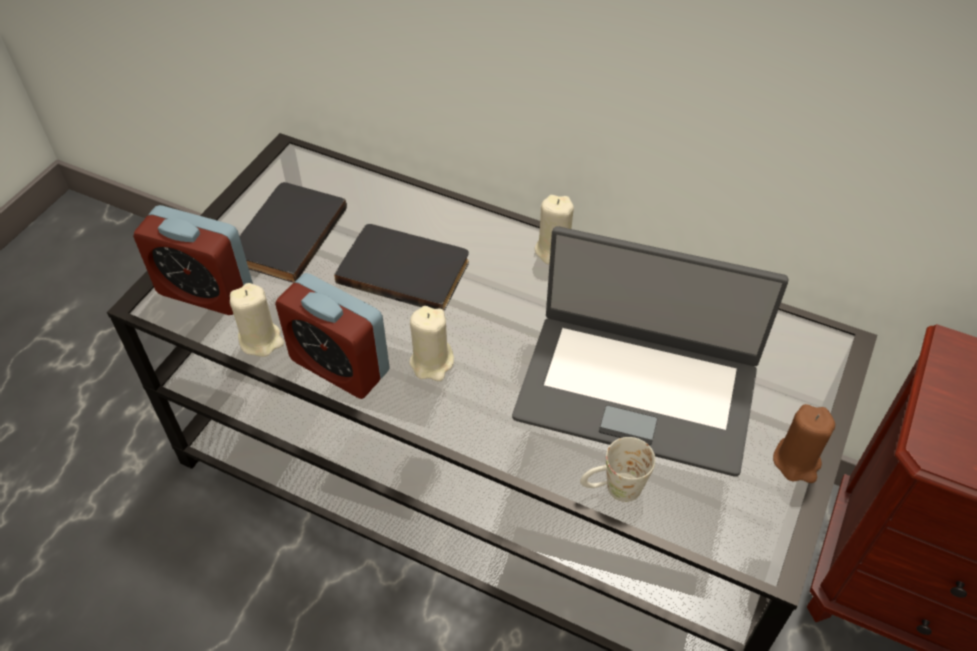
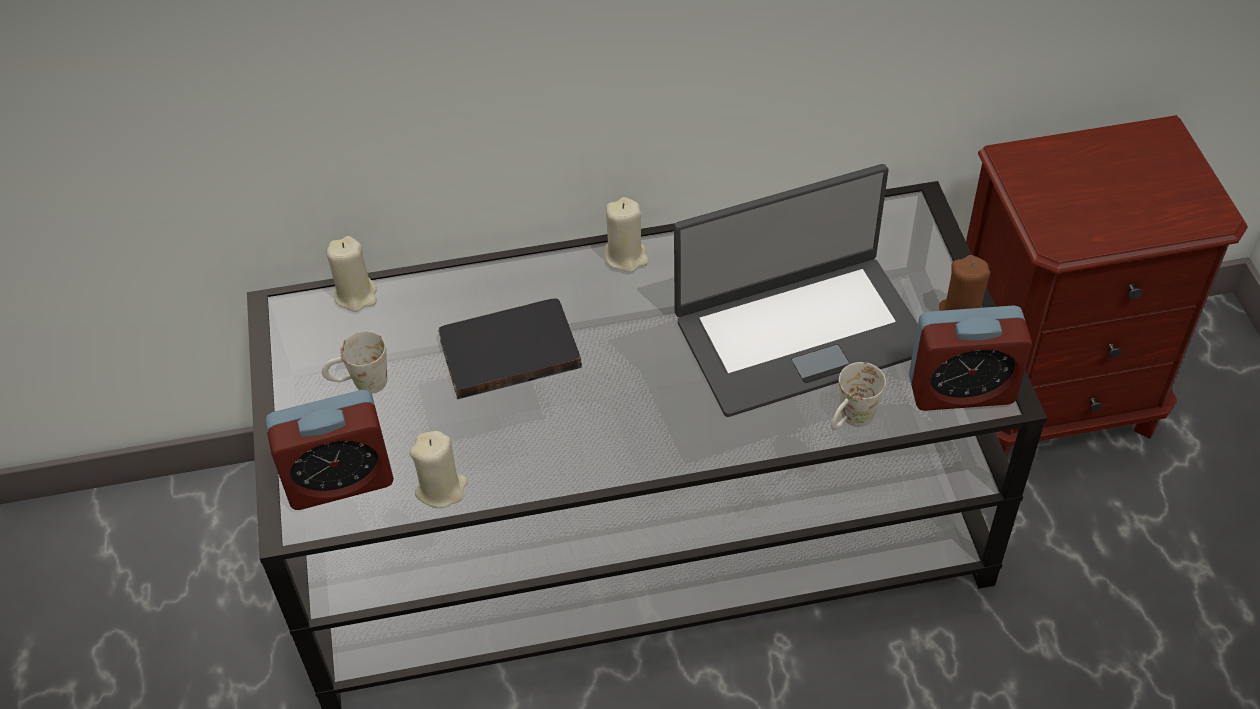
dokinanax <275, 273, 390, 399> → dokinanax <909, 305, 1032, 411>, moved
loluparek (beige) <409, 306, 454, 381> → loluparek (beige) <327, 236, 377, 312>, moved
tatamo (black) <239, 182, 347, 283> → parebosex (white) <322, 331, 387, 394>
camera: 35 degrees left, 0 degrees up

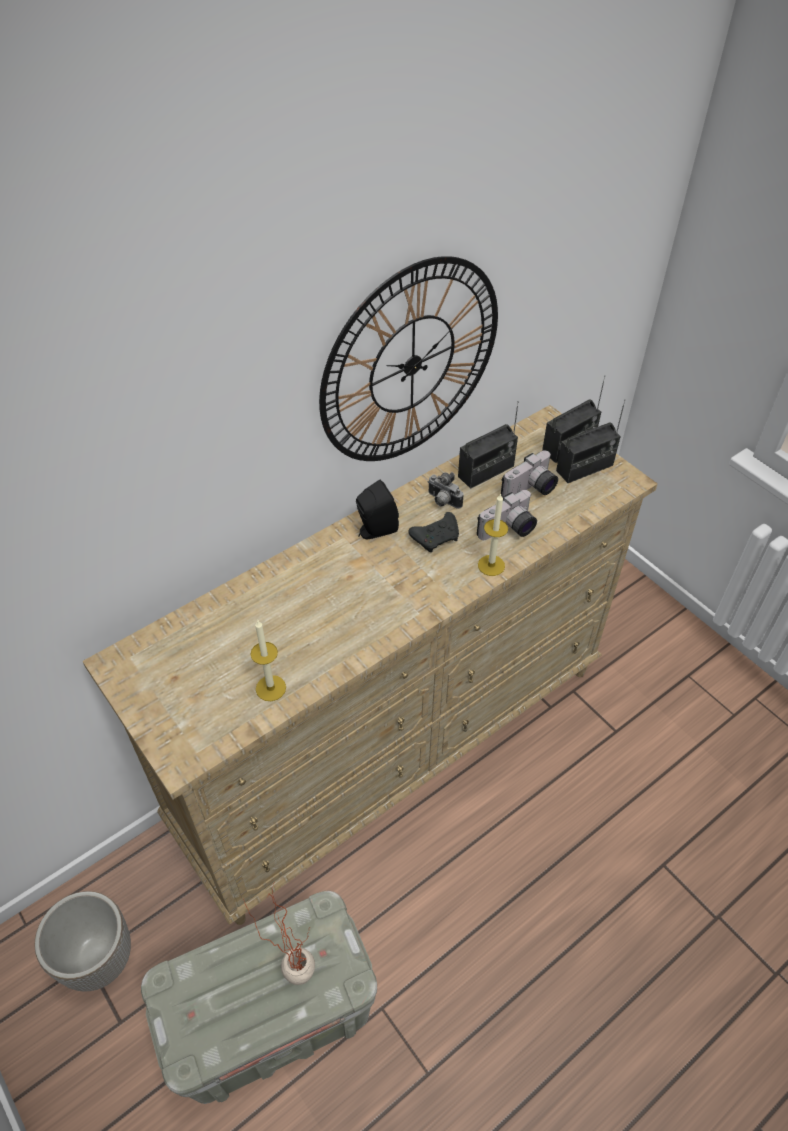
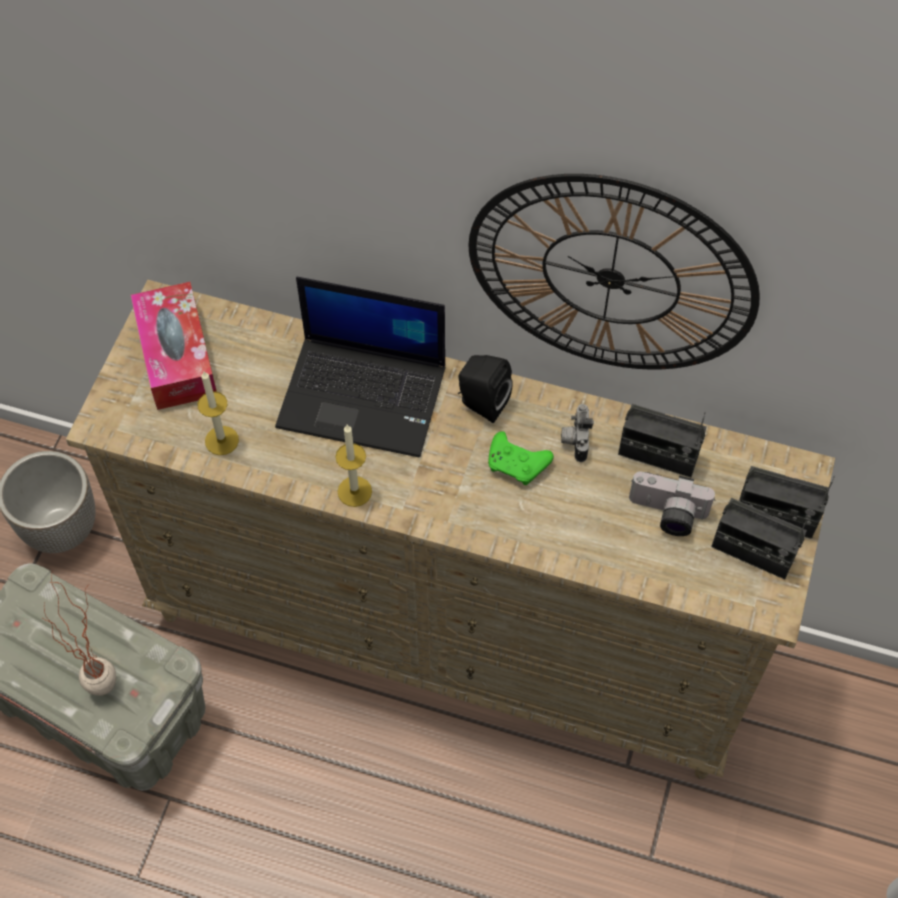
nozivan <477, 490, 537, 540> → -
- → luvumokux <131, 282, 217, 410>
- → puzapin <275, 277, 445, 457>
loluparek <478, 493, 508, 576> → loluparek <335, 425, 372, 507>, moved
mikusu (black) <408, 512, 459, 552> → mikusu (green) <488, 431, 554, 485>
camera: 55 degrees right, 10 degrees up

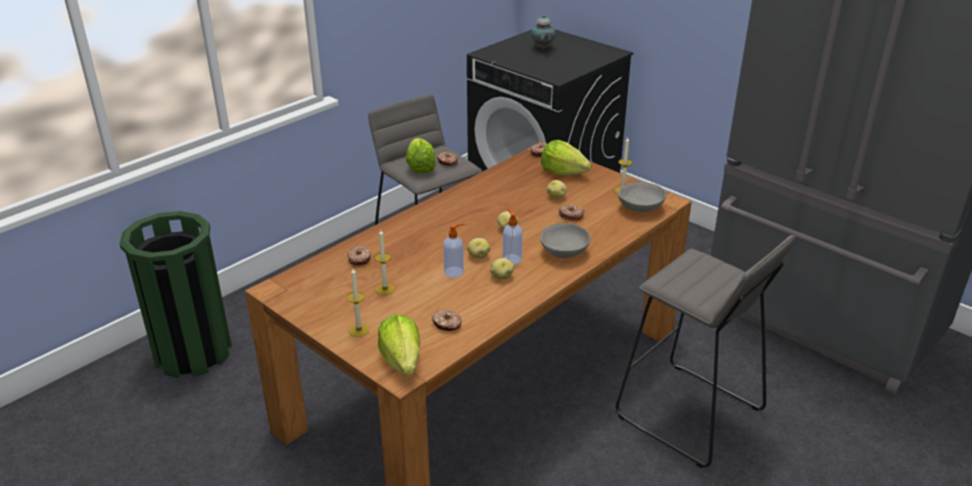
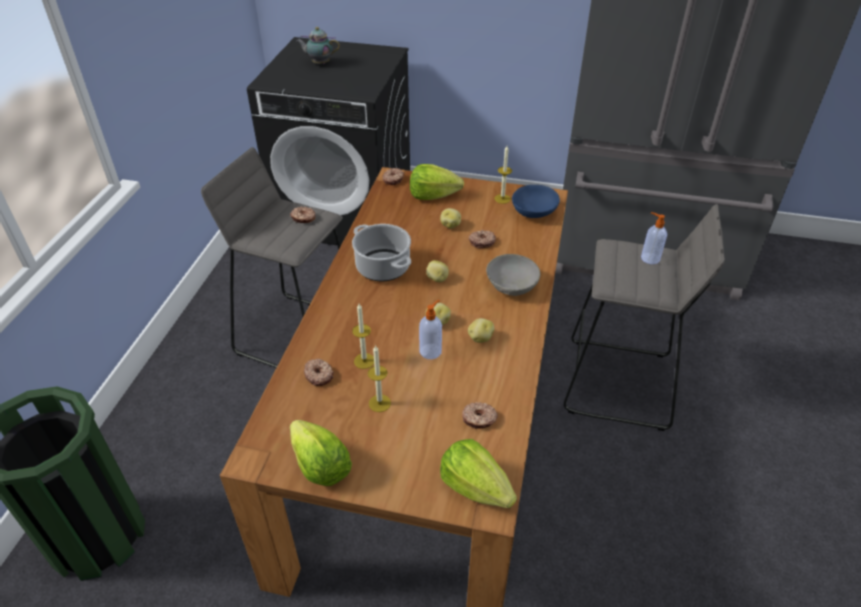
- → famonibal <352, 224, 411, 281>
loluparek <347, 268, 369, 337> → loluparek <352, 304, 374, 369>, moved
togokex <406, 138, 436, 174> → togokex <290, 420, 352, 486>, moved
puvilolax <503, 209, 523, 265> → puvilolax <641, 212, 667, 264>, moved
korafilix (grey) <618, 182, 666, 212> → korafilix (blue) <512, 185, 560, 218>
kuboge <531, 15, 556, 49> → kuboge <296, 27, 340, 64>, 135 degrees clockwise
camera: 30 degrees left, 10 degrees up

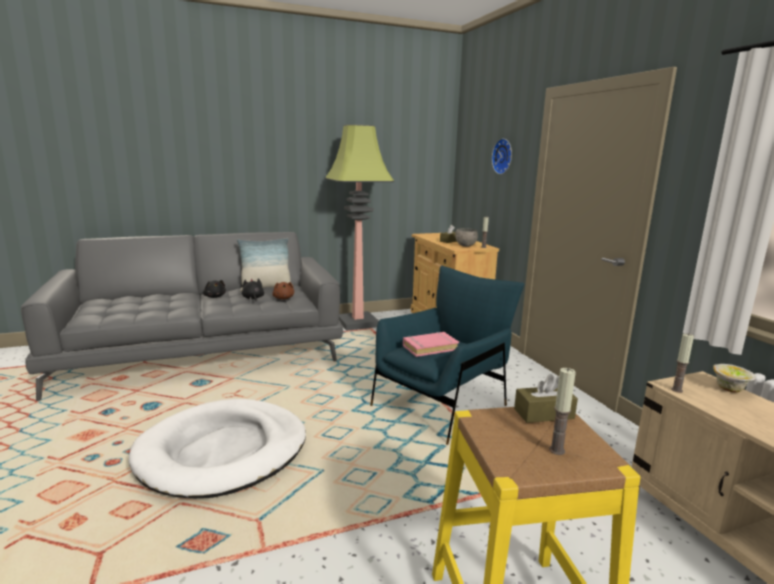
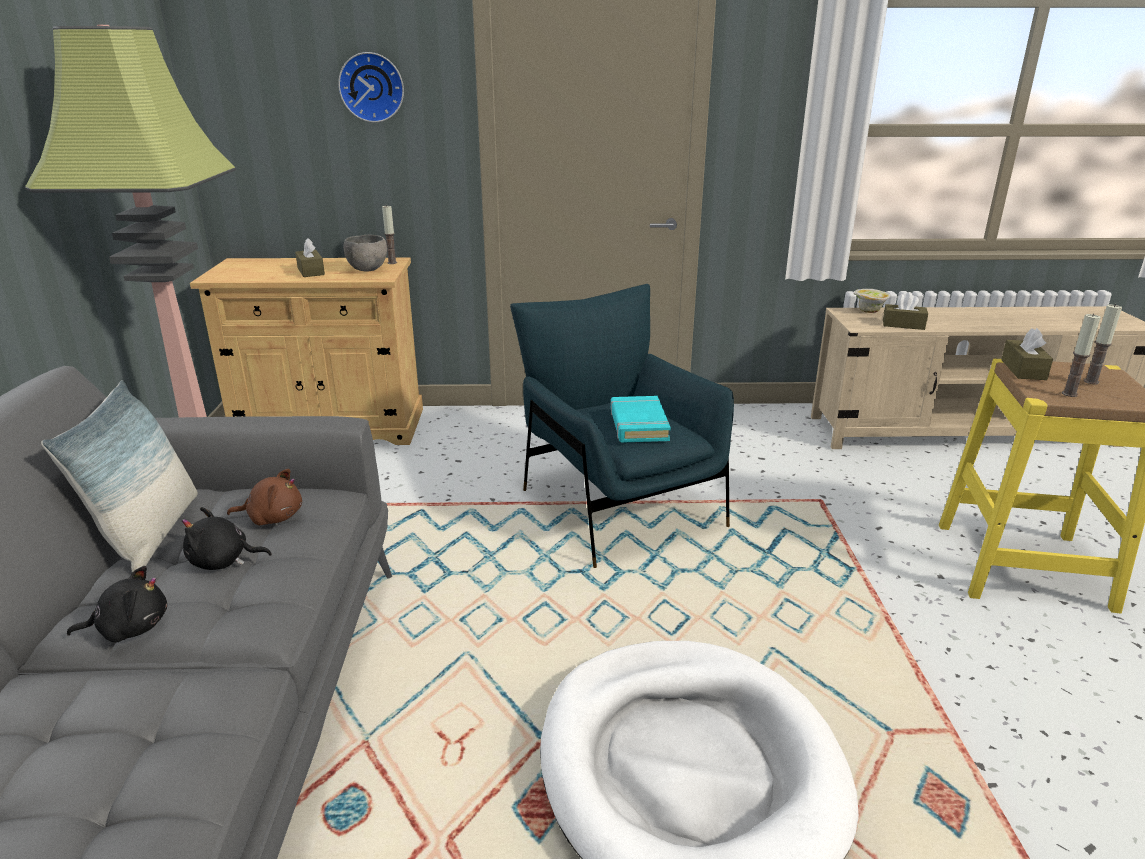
- → luvumokux (brown) <883, 292, 928, 330>
loluparek <671, 334, 694, 393> → loluparek <1062, 313, 1101, 397>, moved
tatamo (pink) <403, 332, 459, 357> → tatamo (turquoise) <611, 396, 671, 443>
camera: 70 degrees left, 10 degrees up

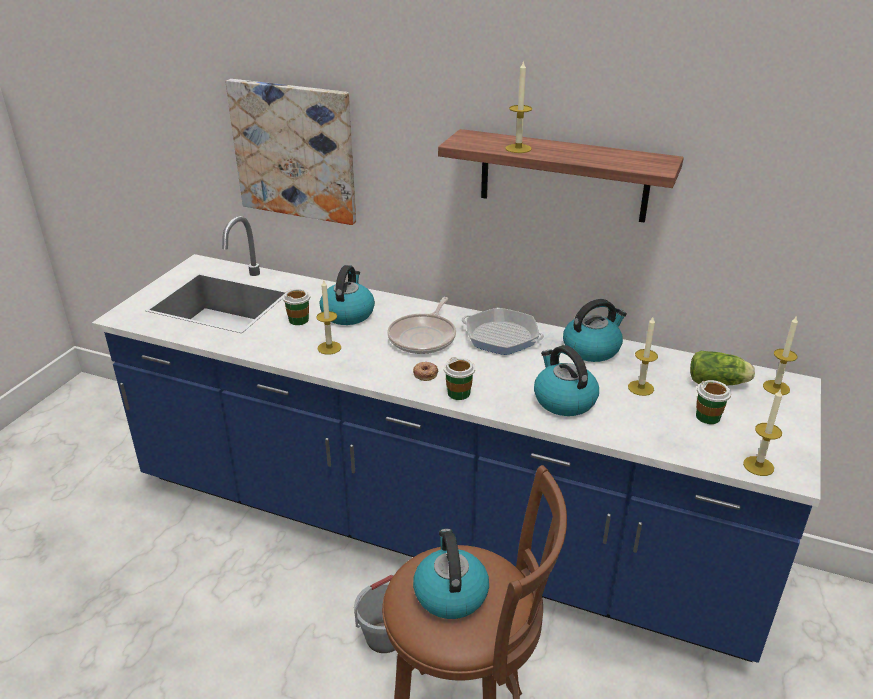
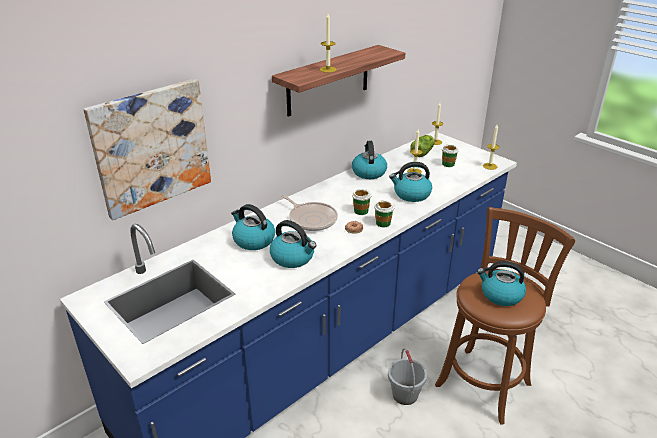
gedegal <462, 307, 544, 355> → -
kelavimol <283, 289, 310, 325> → kelavimol <352, 189, 372, 215>, moved
loluparek <316, 280, 341, 355> → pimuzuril <270, 220, 316, 268>
camera: 65 degrees left, 0 degrees up

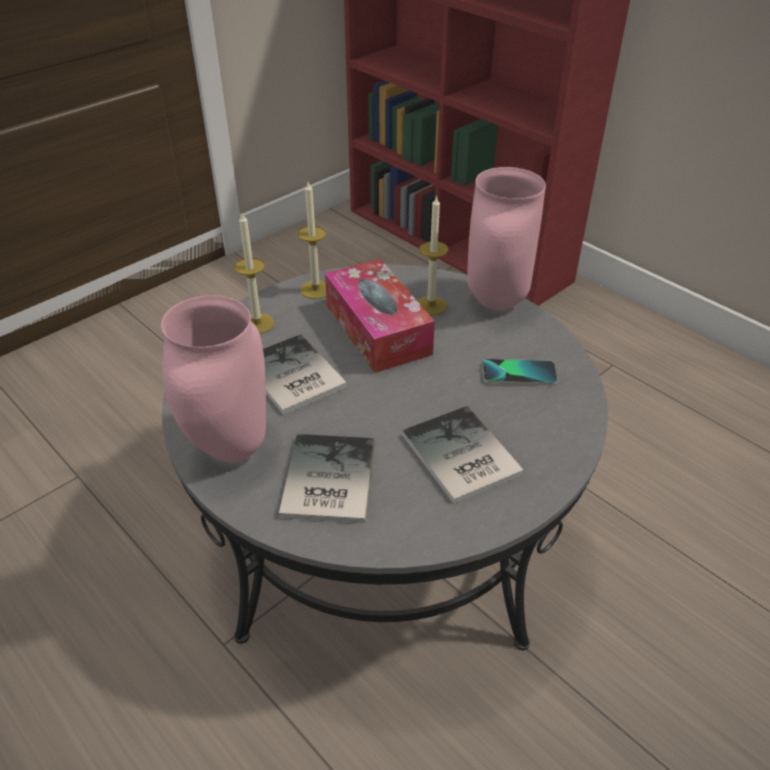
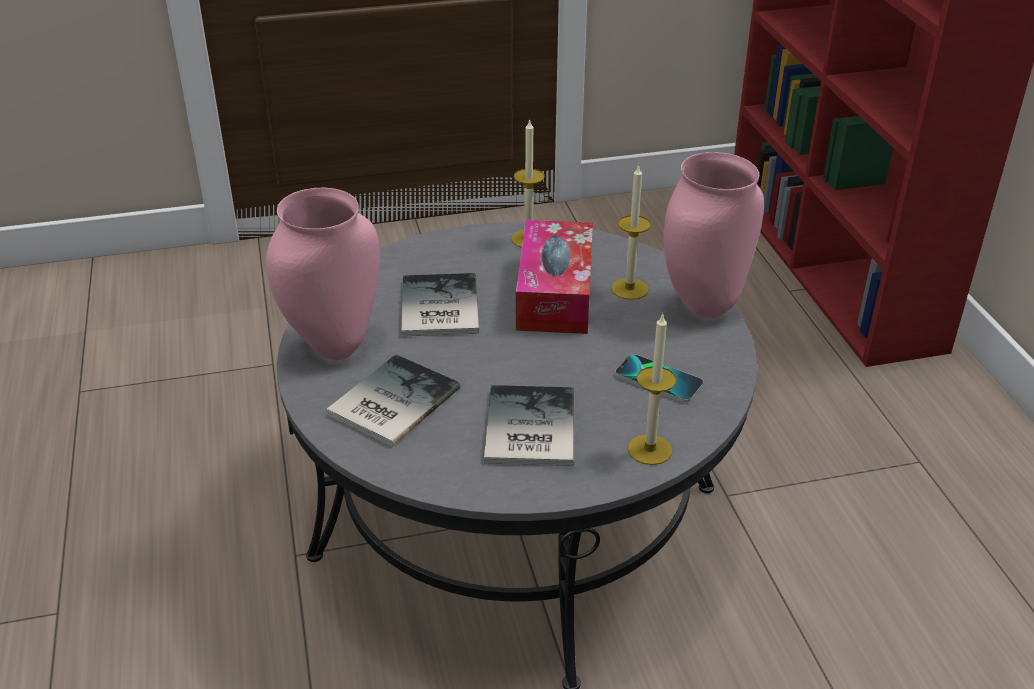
loluparek <234, 213, 274, 333> → loluparek <628, 313, 677, 465>, moved
camera: 30 degrees right, 5 degrees down

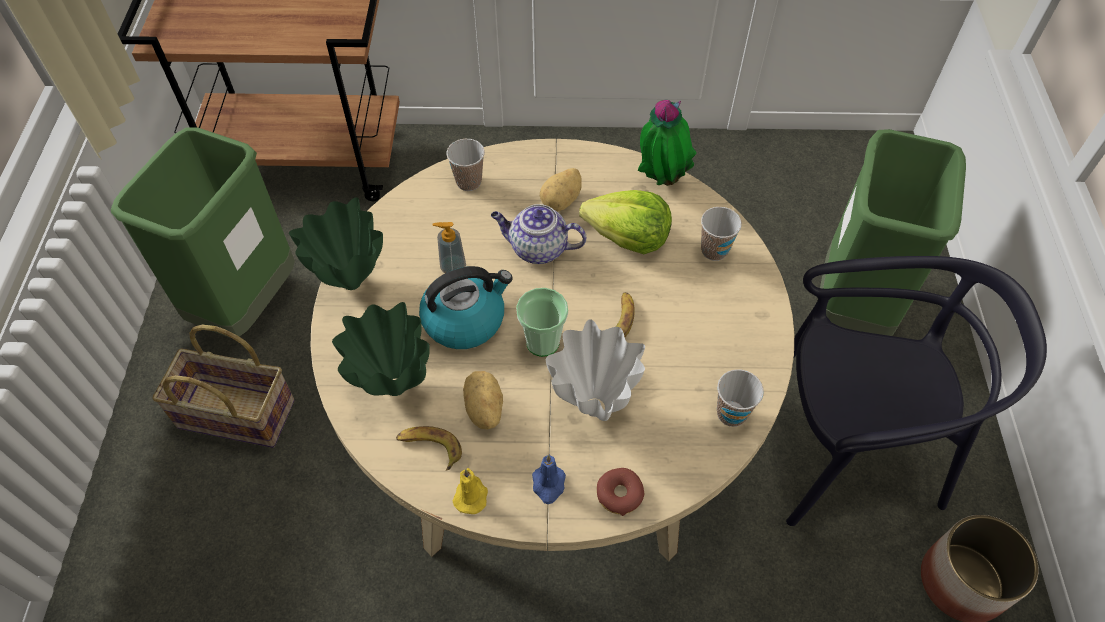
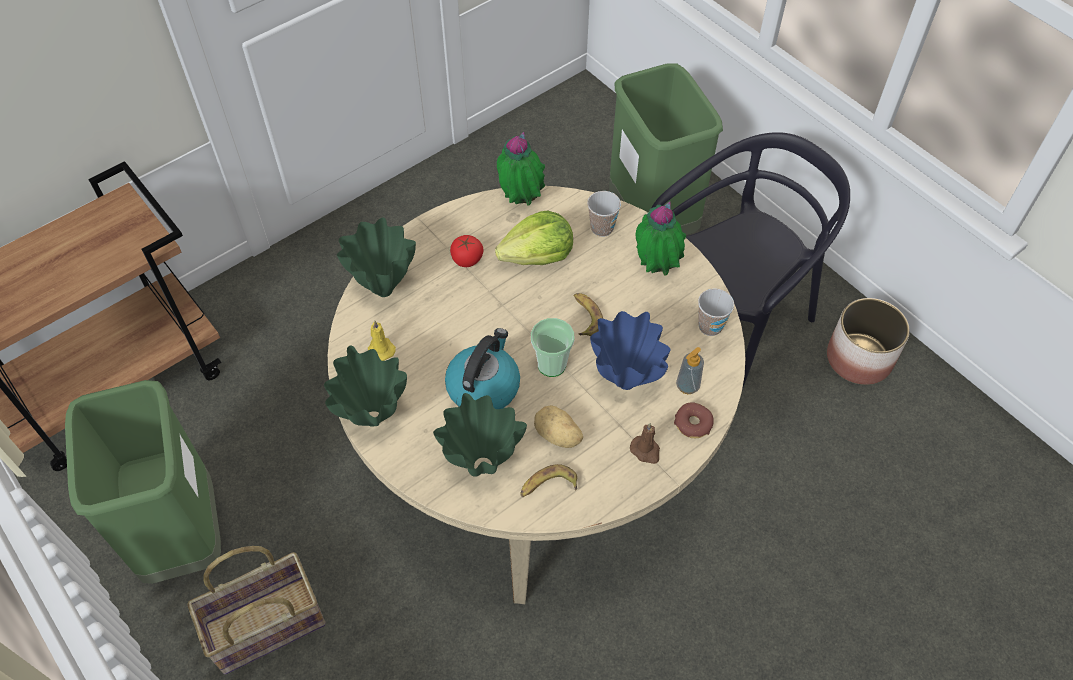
kuboge <491, 204, 586, 264> → -
- → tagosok <636, 201, 686, 276>
puvilolax <432, 222, 466, 273> → puvilolax <676, 347, 704, 394>, moved
loluparek (yellow) <453, 468, 488, 514> → loluparek (yellow) <368, 321, 396, 361>, moved
kelavimol <447, 139, 485, 191> → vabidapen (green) <337, 217, 416, 297>
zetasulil <540, 168, 582, 211> → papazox <450, 235, 484, 267>
loluparek (blue) <532, 454, 566, 504> → loluparek (brown) <630, 423, 660, 464>
vabidapen (white) <546, 319, 645, 421> → vabidapen (blue) <590, 311, 670, 390>
camera: 40 degrees left, 0 degrees up

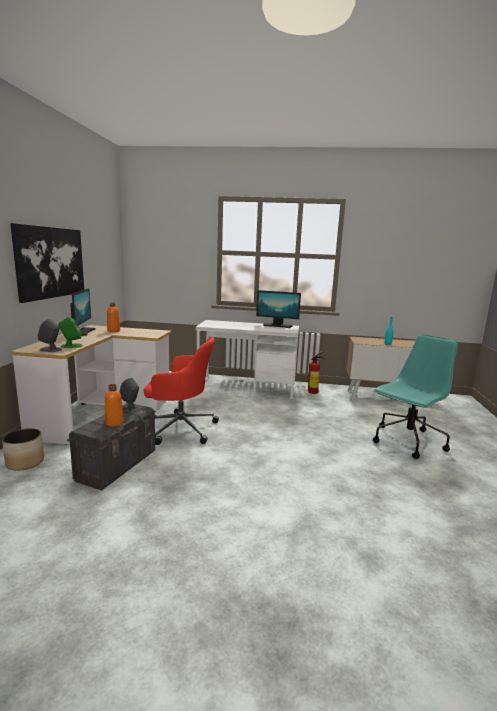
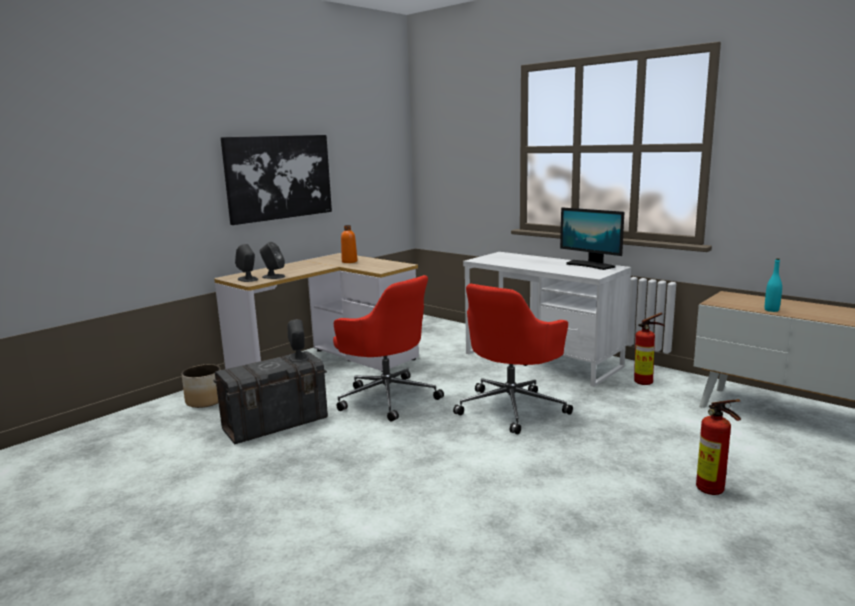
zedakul <70, 288, 95, 336> → -
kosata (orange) <105, 384, 123, 427> → -
- → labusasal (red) <453, 284, 573, 435>
labusasal (turquoise) <373, 334, 458, 459> → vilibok <696, 399, 741, 495>
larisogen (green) <58, 316, 83, 348> → larisogen (grey) <260, 242, 286, 279>
camera: 35 degrees right, 0 degrees up

